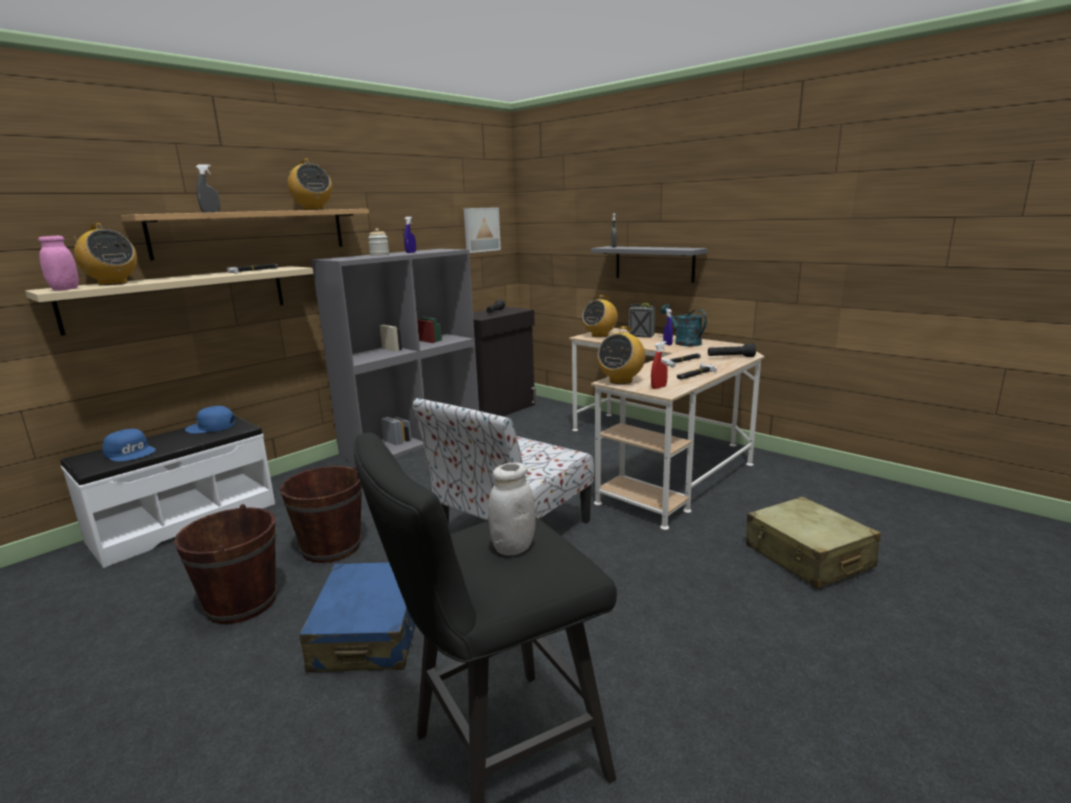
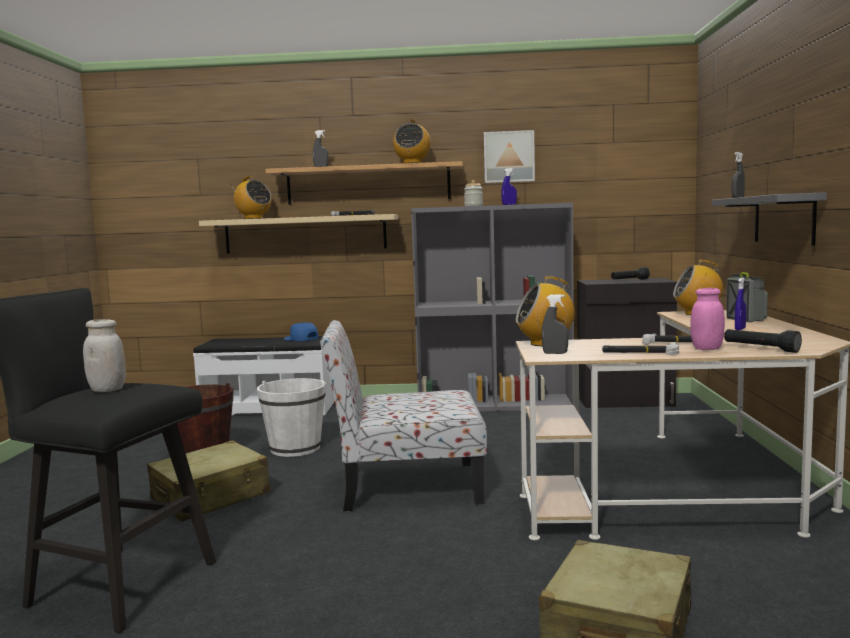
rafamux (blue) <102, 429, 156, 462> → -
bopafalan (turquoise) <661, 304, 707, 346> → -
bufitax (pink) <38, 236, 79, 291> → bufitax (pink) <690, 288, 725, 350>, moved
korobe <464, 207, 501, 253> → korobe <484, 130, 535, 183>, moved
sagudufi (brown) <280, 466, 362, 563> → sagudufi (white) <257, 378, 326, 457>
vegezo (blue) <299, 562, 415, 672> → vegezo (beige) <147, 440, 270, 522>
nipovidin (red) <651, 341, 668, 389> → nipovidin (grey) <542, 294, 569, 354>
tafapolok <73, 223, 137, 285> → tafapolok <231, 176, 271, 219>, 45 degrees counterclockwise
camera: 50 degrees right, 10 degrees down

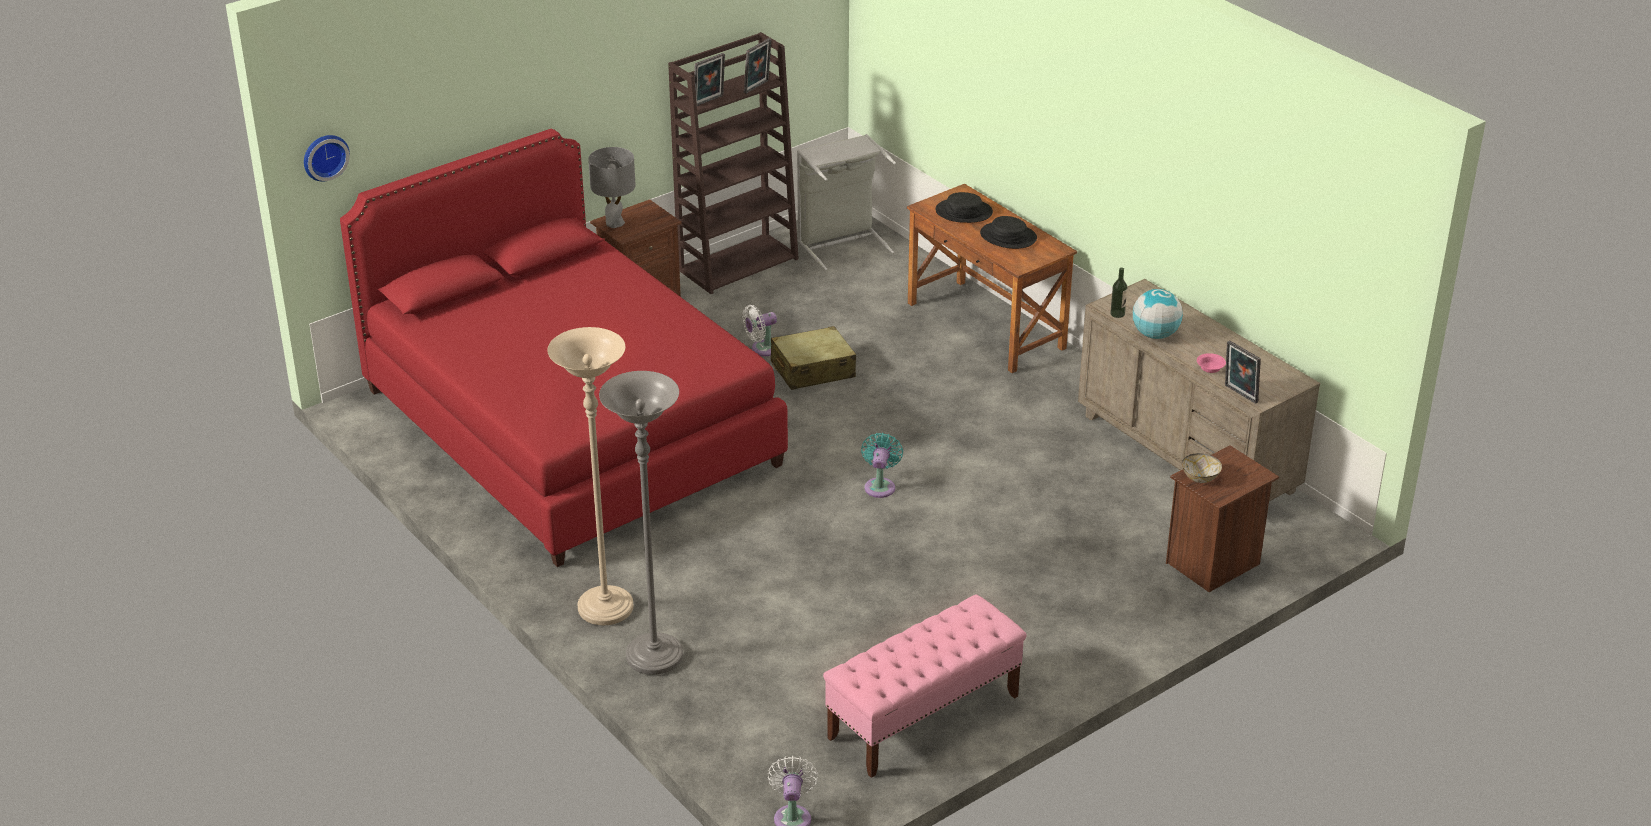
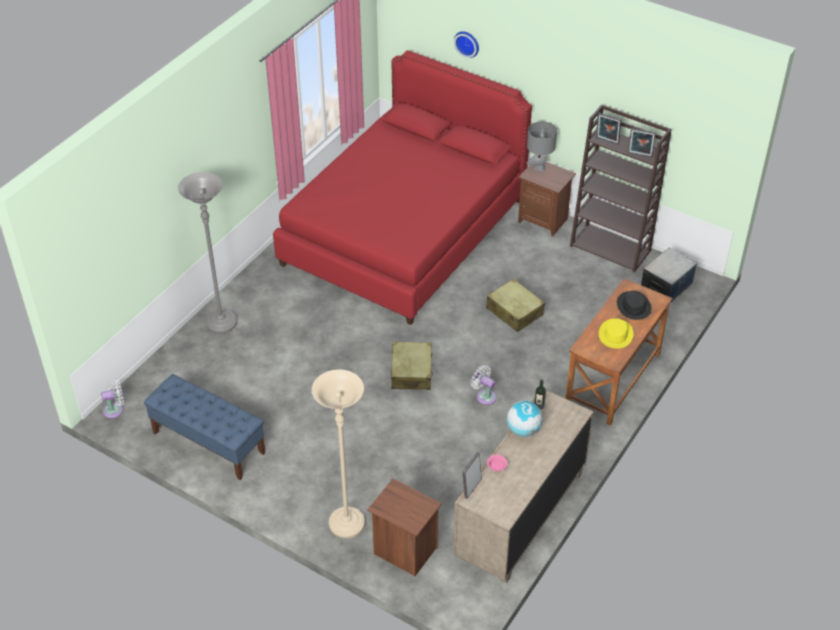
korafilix <1182, 453, 1222, 483> → -
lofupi <304, 135, 350, 182> → lofupi <454, 31, 479, 58>, moved
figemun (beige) <547, 327, 633, 625> → figemun (beige) <312, 369, 365, 538>, moved
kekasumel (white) <742, 305, 777, 356> → kekasumel (white) <470, 365, 497, 405>, moved
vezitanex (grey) <797, 134, 896, 270> → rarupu <641, 247, 697, 303>
kekasumel (turquoise) <861, 433, 903, 498> → vegezo (beige) <391, 342, 433, 390>
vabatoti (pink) <823, 594, 1027, 778> → vabatoti (blue) <144, 374, 265, 480>
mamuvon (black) <980, 216, 1037, 249> → mamuvon (yellow) <599, 318, 634, 349>
camera: 70 degrees right, 10 degrees up

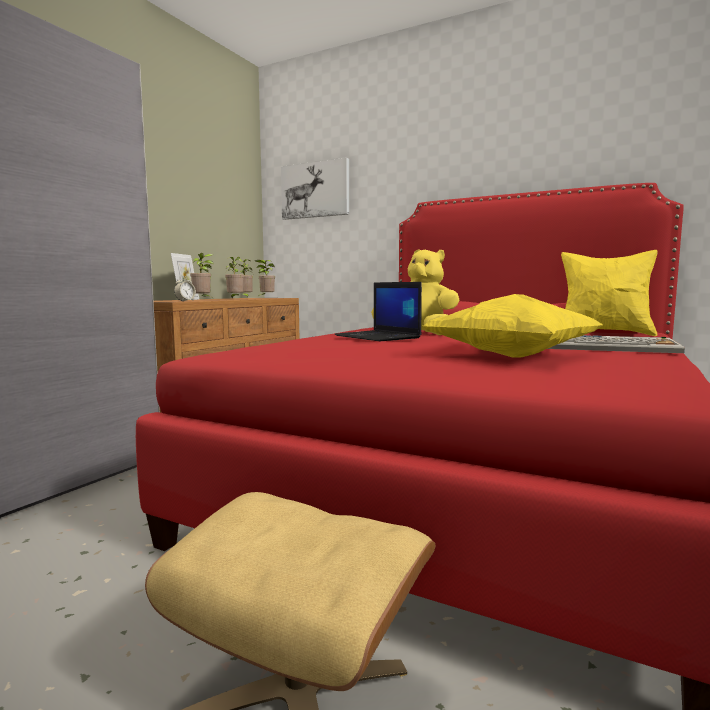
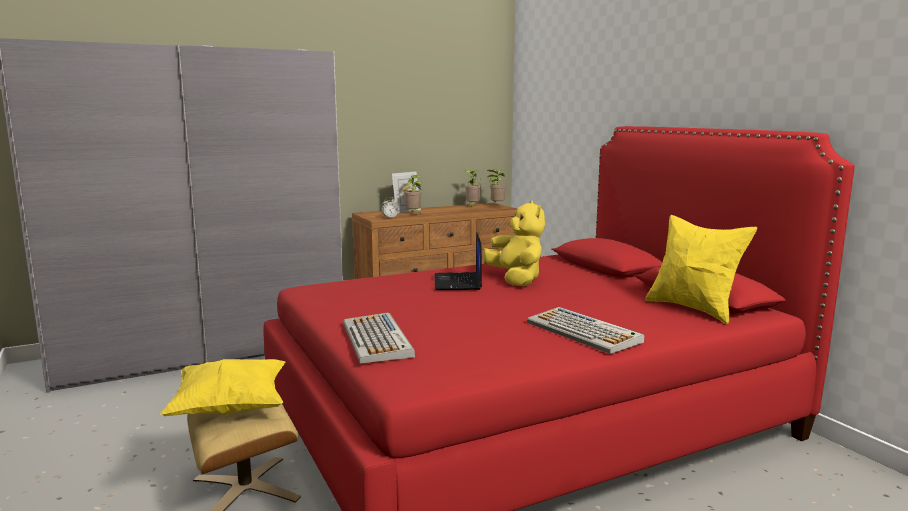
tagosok <225, 257, 244, 299> → -
korobe <281, 157, 349, 220> → -
- → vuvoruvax <343, 312, 415, 364>
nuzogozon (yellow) <423, 294, 603, 358> → nuzogozon (yellow) <160, 359, 286, 416>, moved
camera: 35 degrees right, 5 degrees up

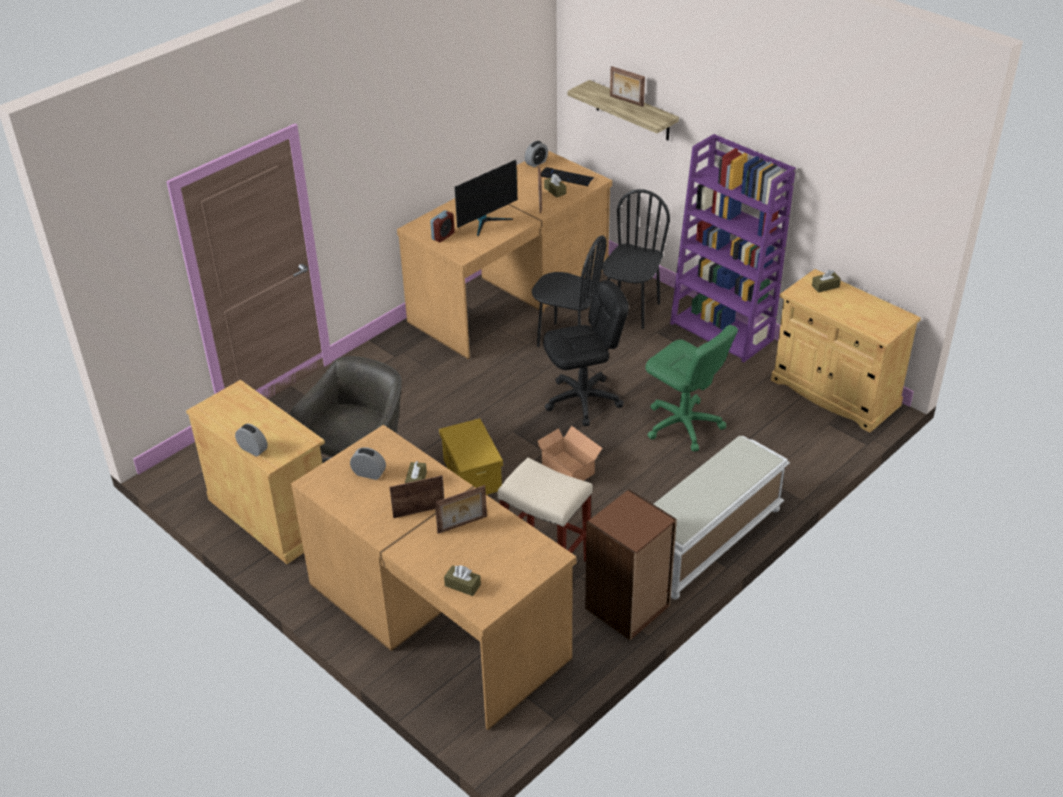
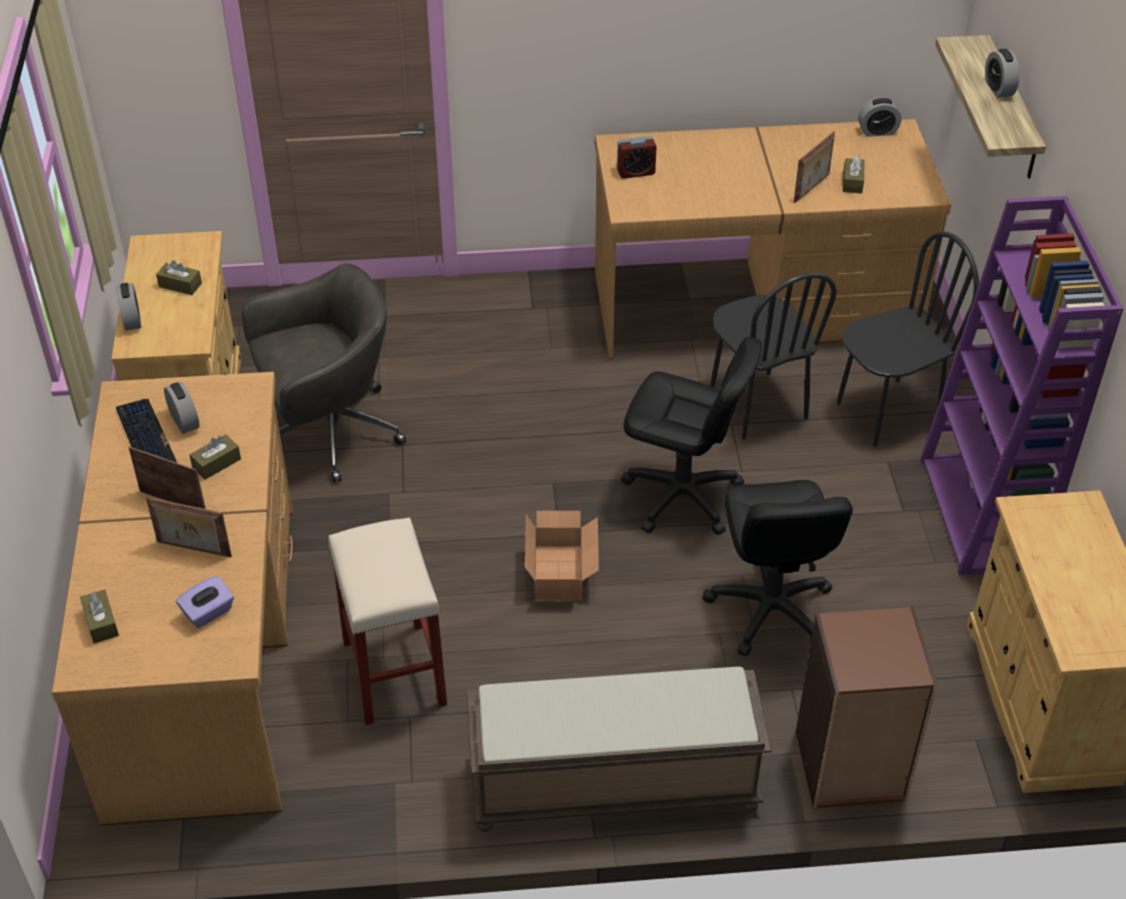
rarupu (yellow) <439, 418, 503, 495> → -
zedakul <455, 160, 518, 236> → -
- → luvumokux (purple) <176, 576, 234, 628>
vuvoruvax <541, 167, 595, 186> → vuvoruvax <116, 399, 177, 463>, moved
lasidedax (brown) <585, 489, 677, 640> → lasidedax (brown) <796, 607, 938, 808>, moved
luvumokux (brown) <812, 270, 841, 293> → luvumokux (brown) <156, 260, 202, 295>, moved
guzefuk <610, 66, 645, 107> → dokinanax <985, 49, 1019, 98>
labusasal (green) <645, 325, 738, 452> → labusasal (black) <703, 480, 853, 657>
vabatoti (white) <654, 435, 790, 600> → vabatoti (brown) <467, 667, 771, 832>
camera: 40 degrees right, 5 degrees up

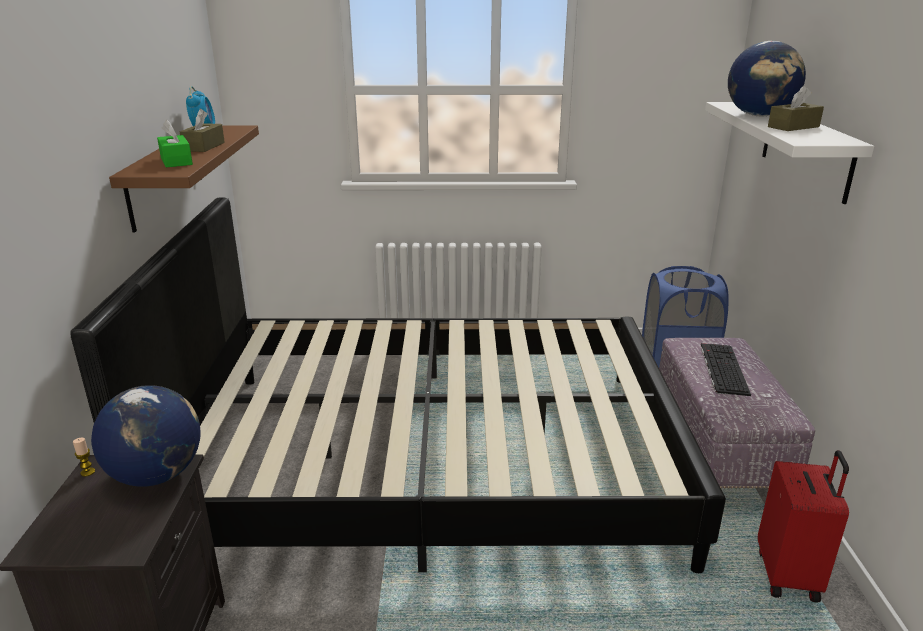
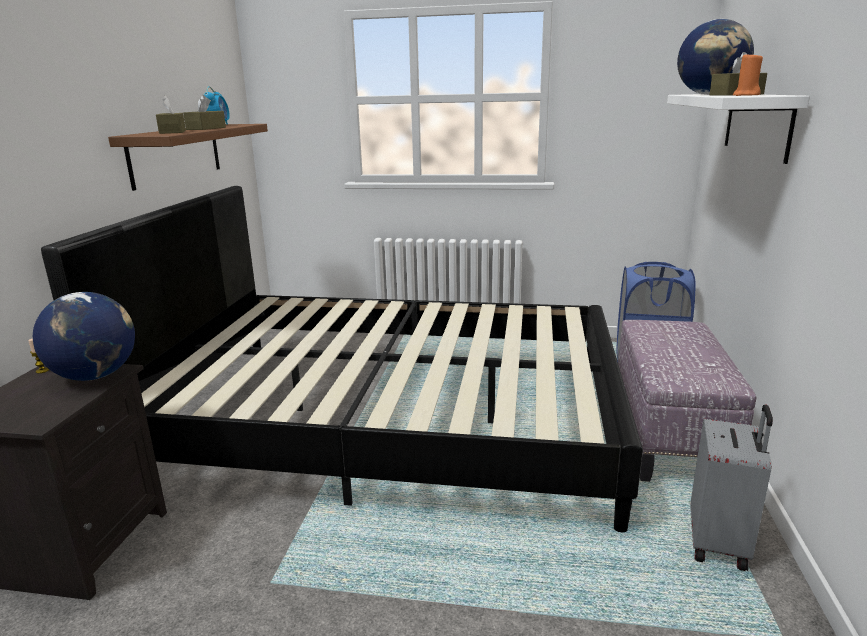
vuvoruvax <701, 343, 751, 396> → -
- → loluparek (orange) <733, 52, 763, 96>
luvumokux (green) <157, 120, 193, 168> → luvumokux (brown) <156, 96, 186, 134>
vegezo (red) <758, 450, 849, 602> → vegezo (grey) <690, 405, 773, 571>
camera: 10 degrees right, 5 degrees down

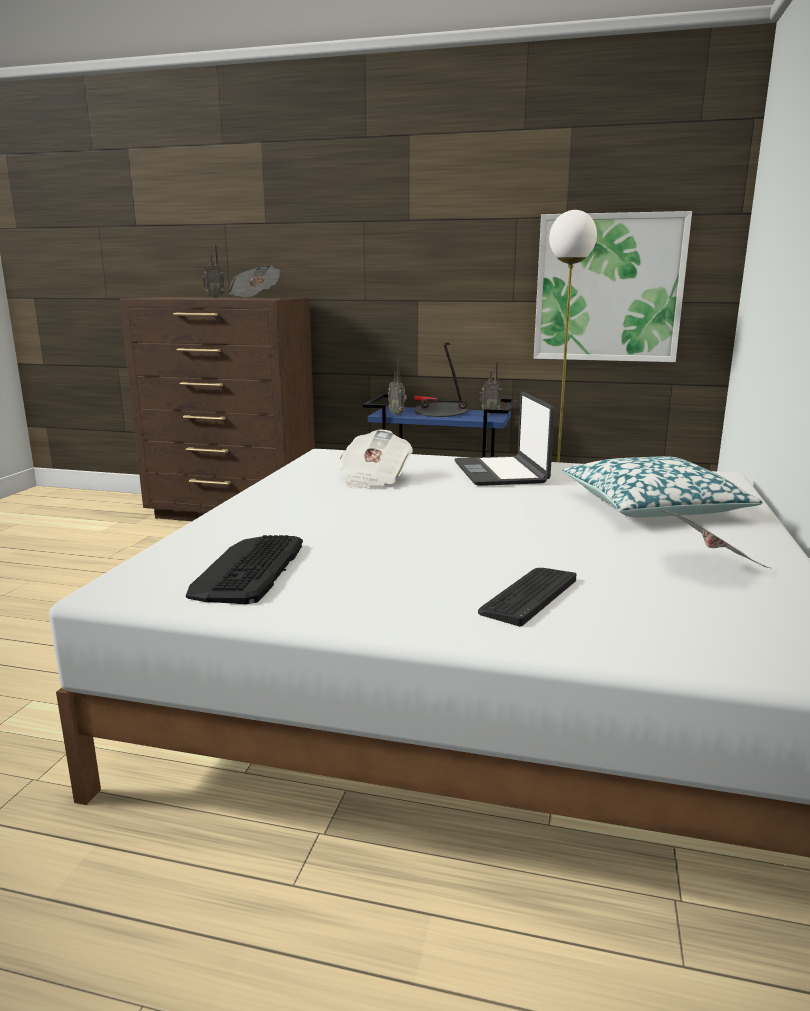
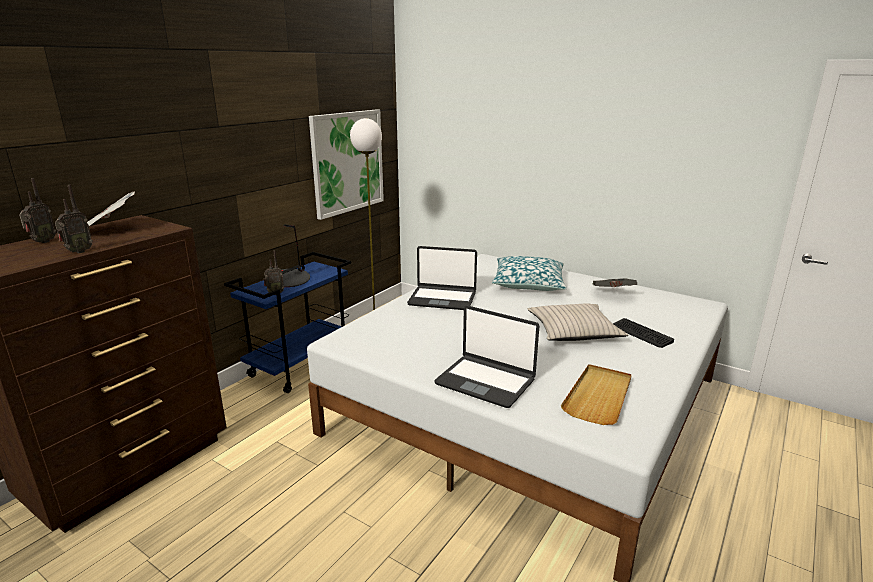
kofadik <340, 429, 413, 489> → -
- → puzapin <434, 306, 539, 408>
- → nuzogozon (beige) <527, 304, 628, 341>
tafapolok <479, 361, 502, 414> → tafapolok <55, 185, 93, 253>, moved
vuvoruvax <186, 535, 303, 604> → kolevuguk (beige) <561, 364, 632, 425>
camera: 70 degrees left, 5 degrees up

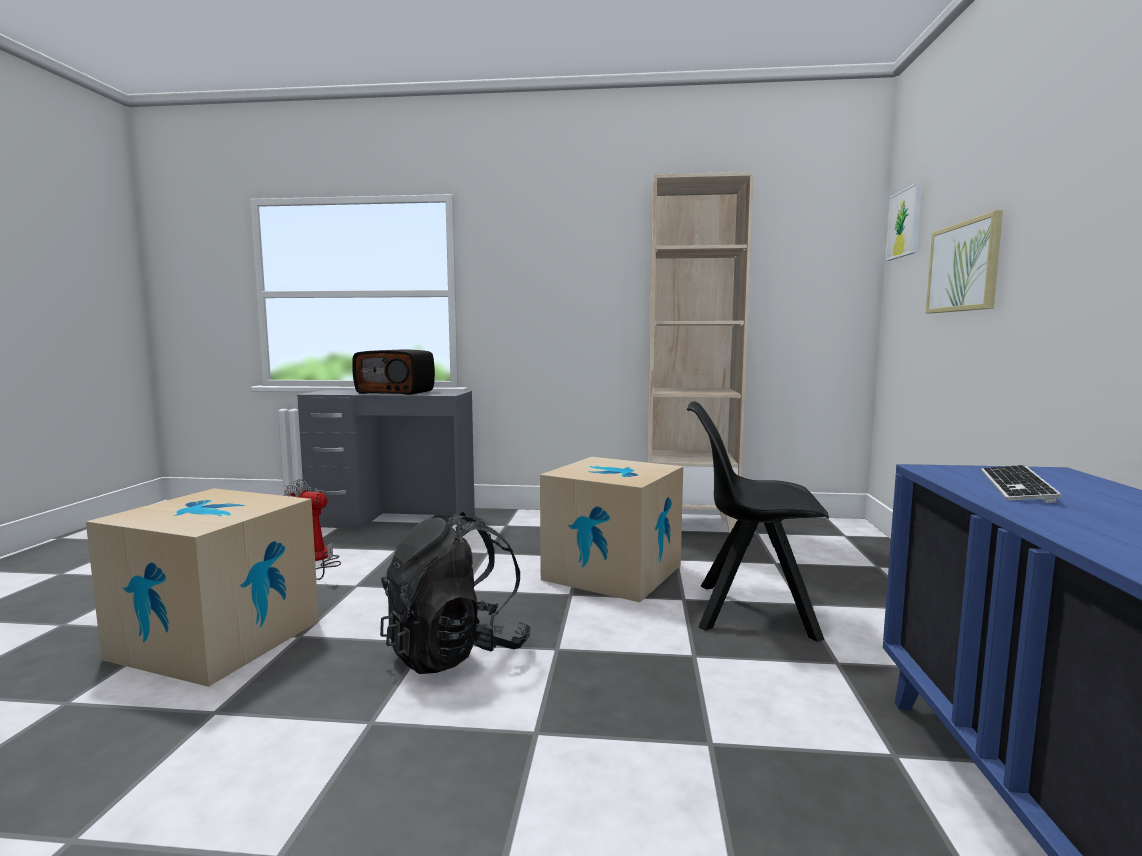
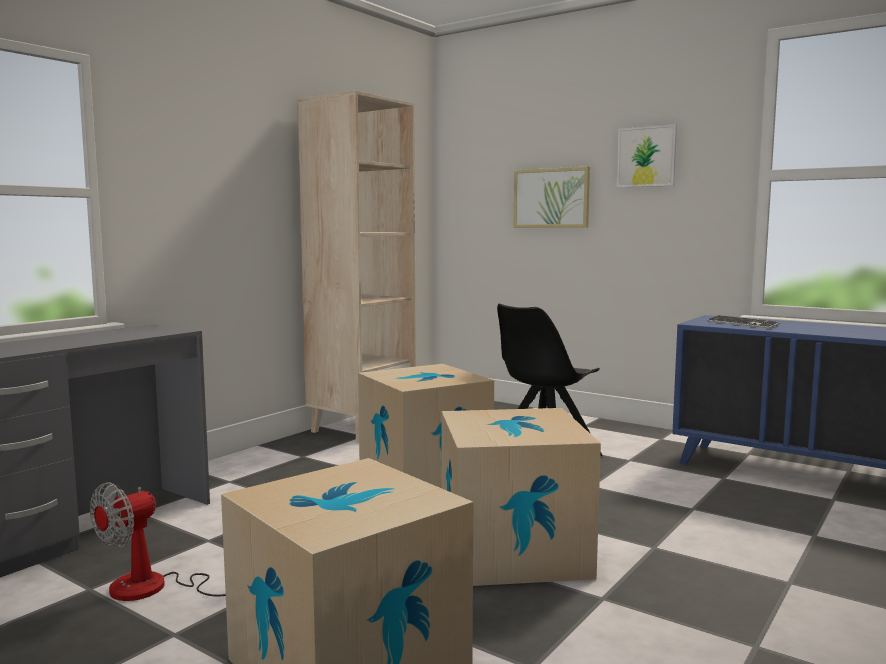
tafapolok <352, 349, 435, 395> → -
korobe <886, 181, 922, 261> → korobe <617, 124, 677, 188>, moved
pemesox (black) <380, 512, 531, 674> → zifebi <442, 408, 601, 586>
camera: 60 degrees left, 0 degrees up

